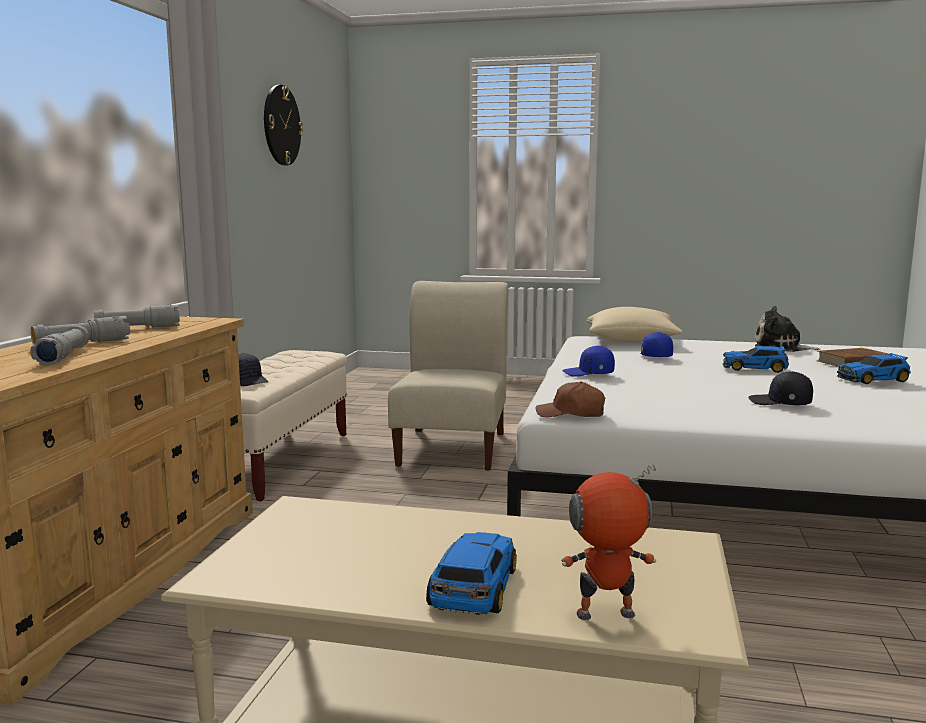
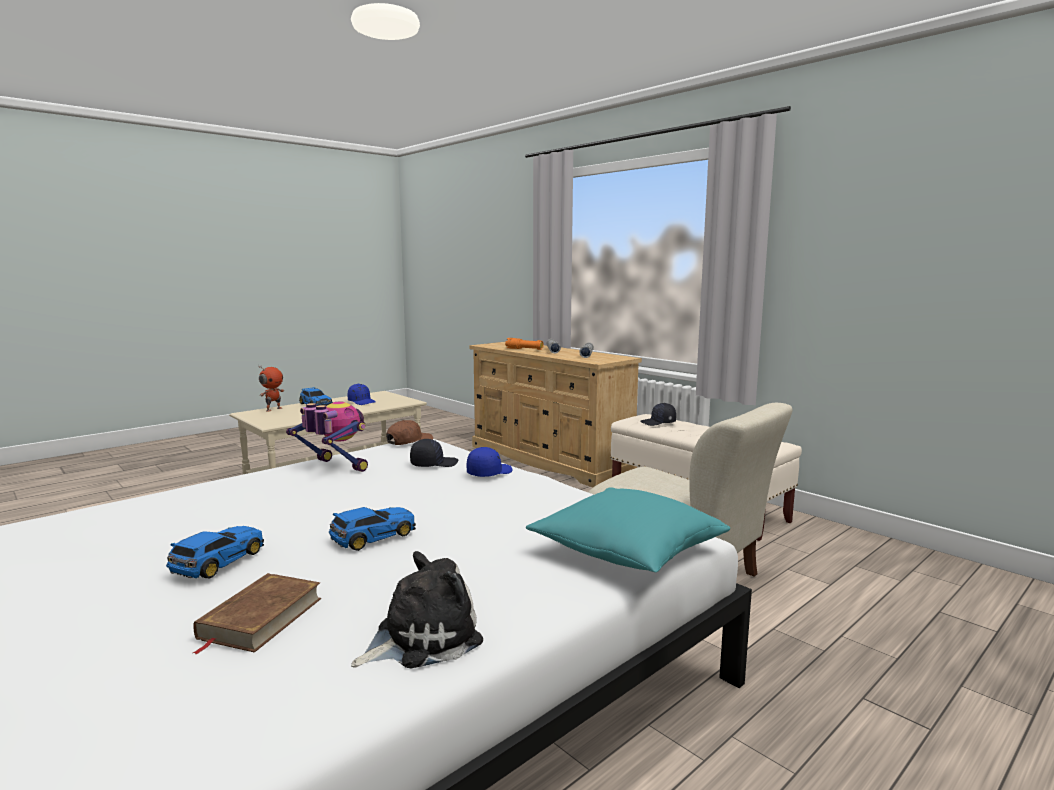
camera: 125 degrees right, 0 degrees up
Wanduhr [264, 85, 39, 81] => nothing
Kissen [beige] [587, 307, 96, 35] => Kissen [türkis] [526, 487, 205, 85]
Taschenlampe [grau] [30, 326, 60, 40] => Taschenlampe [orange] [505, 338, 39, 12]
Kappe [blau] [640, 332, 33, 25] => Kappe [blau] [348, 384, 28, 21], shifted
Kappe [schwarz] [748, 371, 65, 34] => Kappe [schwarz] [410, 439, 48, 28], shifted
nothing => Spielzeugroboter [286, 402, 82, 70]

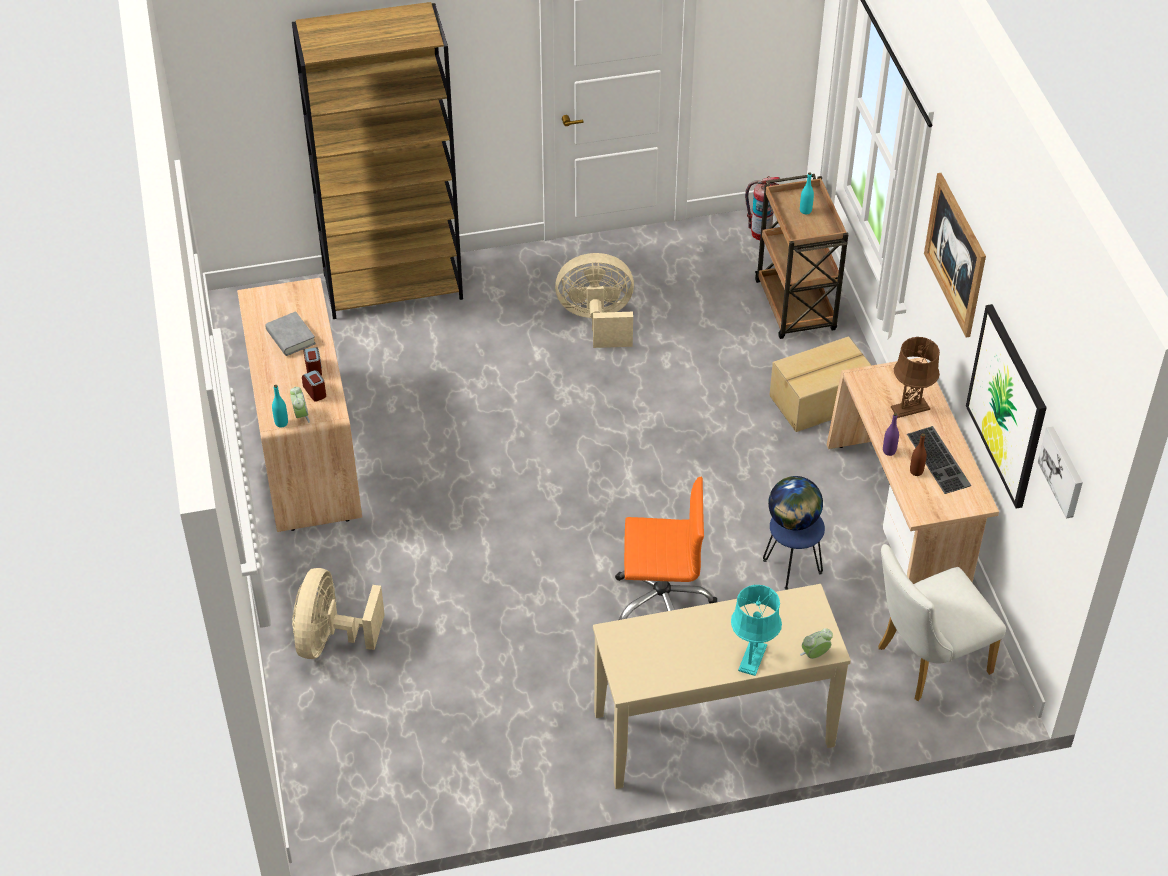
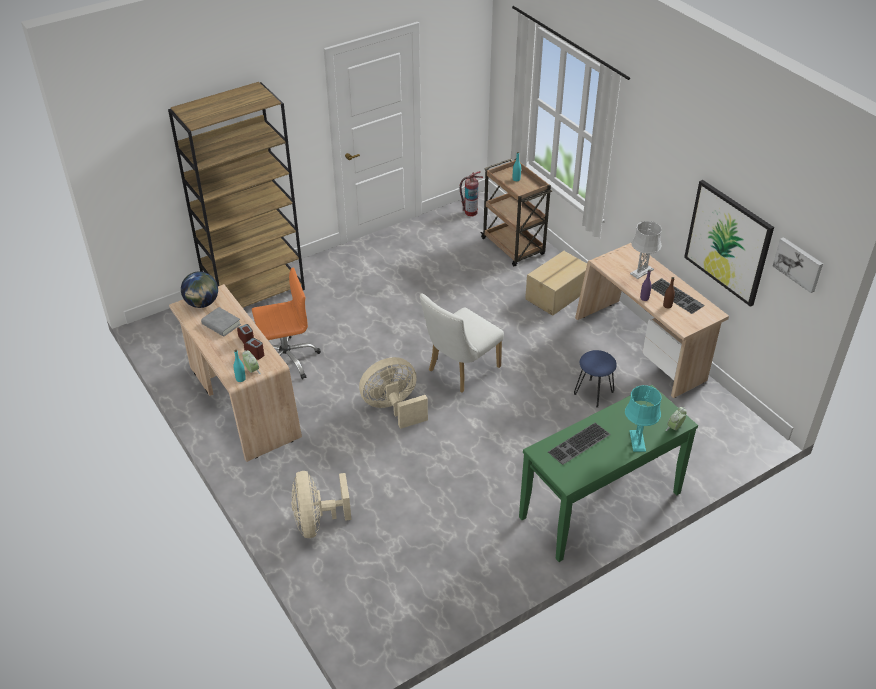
camera: 20 degrees left, 5 degrees down
Bild [924, 173, 62, 165] => nothing
Ventilator [beige] [555, 253, 79, 95] => Ventilator [beige] [359, 357, 69, 72], shifted
Tischlampe [braun] [891, 337, 49, 81] => Tischlampe [grau] [630, 221, 32, 58]
Globus [768, 476, 55, 54] => Globus [181, 271, 37, 37], shifted
Bürostuhl [orange] [615, 477, 102, 143] => Bürostuhl [orange] [252, 267, 69, 112], shifted
Stuhl [weiß] [878, 544, 128, 157] => Stuhl [weiß] [420, 294, 84, 99], shifted
Konsolentisch [beige] [593, 584, 258, 205] => Konsolentisch [grün] [519, 385, 179, 177]
nothing => Tastatur [548, 423, 63, 42]

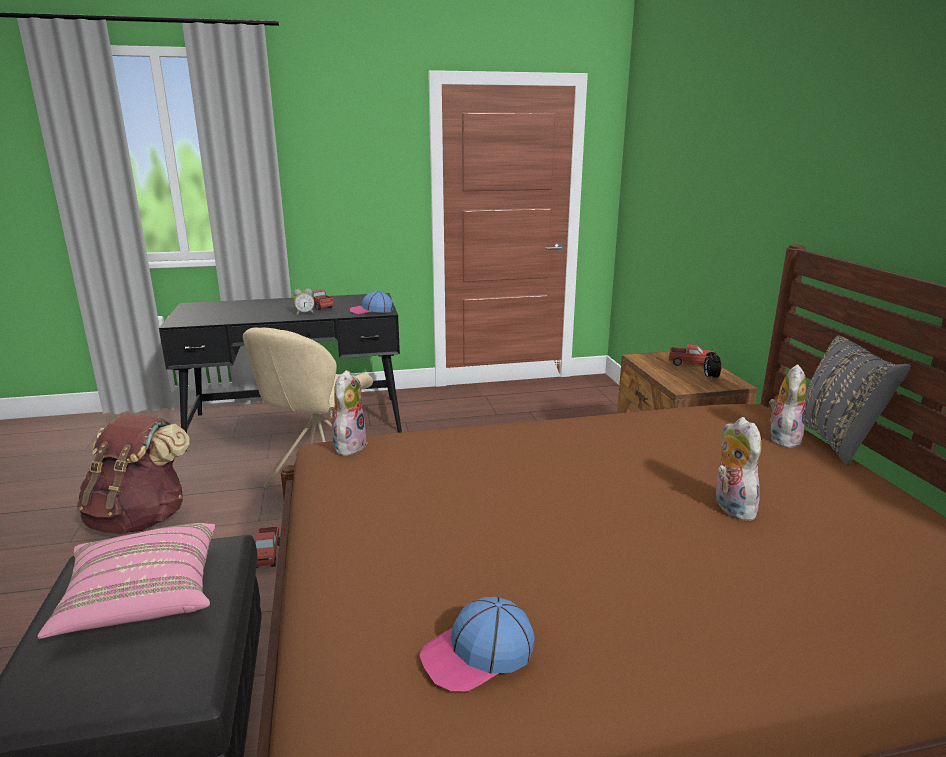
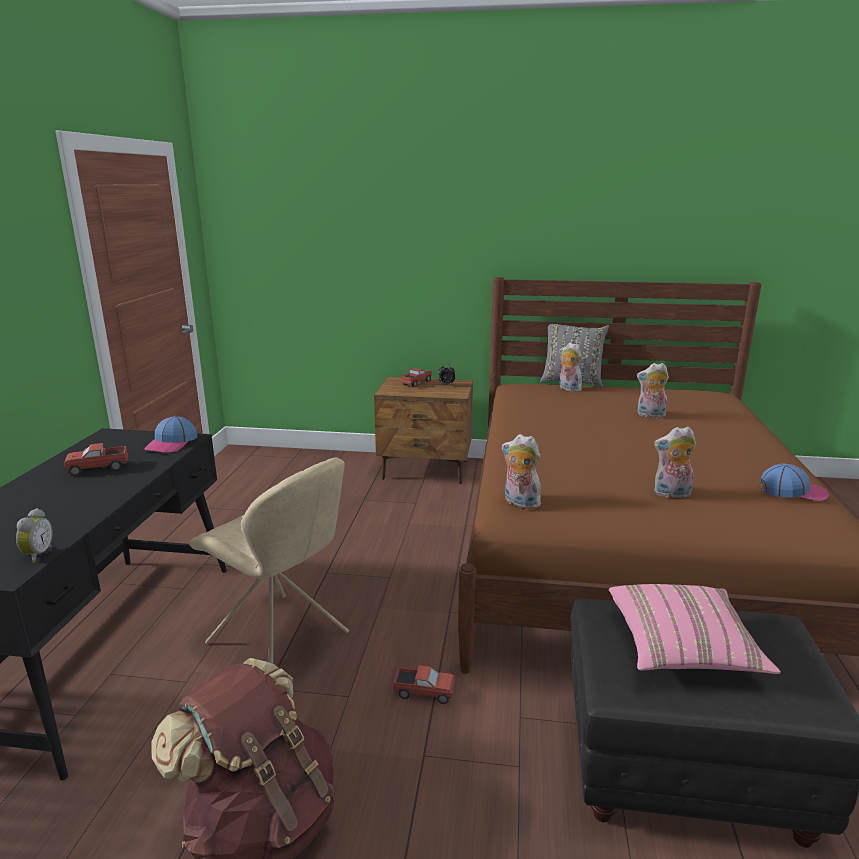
camera: 70 degrees left, 0 degrees up
Wecker [294, 289, 21, 26] => Wecker [16, 508, 37, 55], shifted
Kappe [419, 597, 116, 95] => Kappe [761, 464, 68, 37], 75 degrees counterclockwise
nothing => Plüschtier [654, 427, 42, 71]

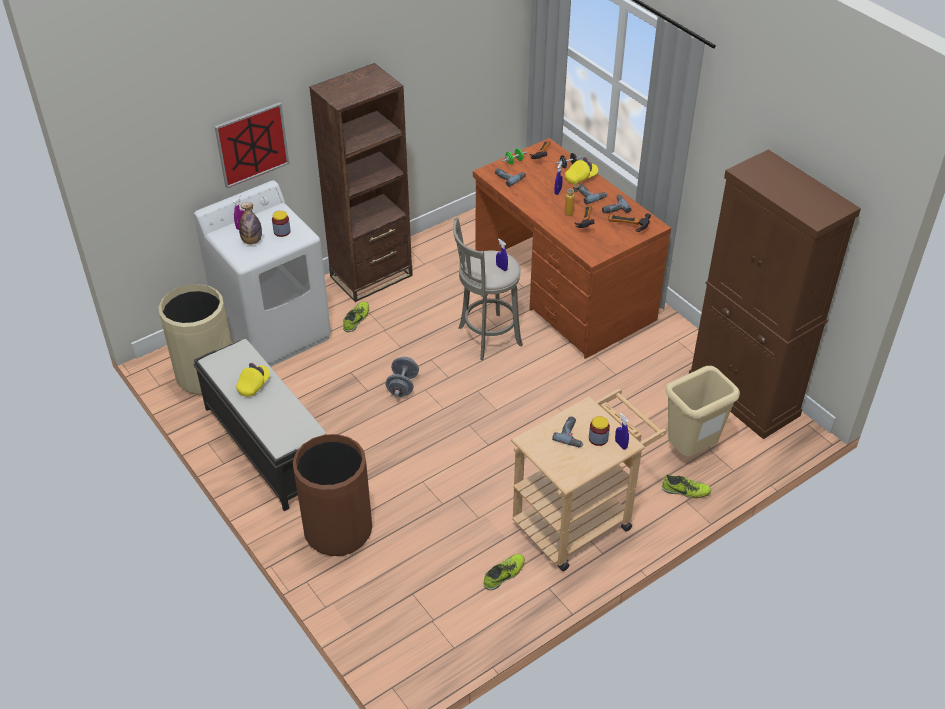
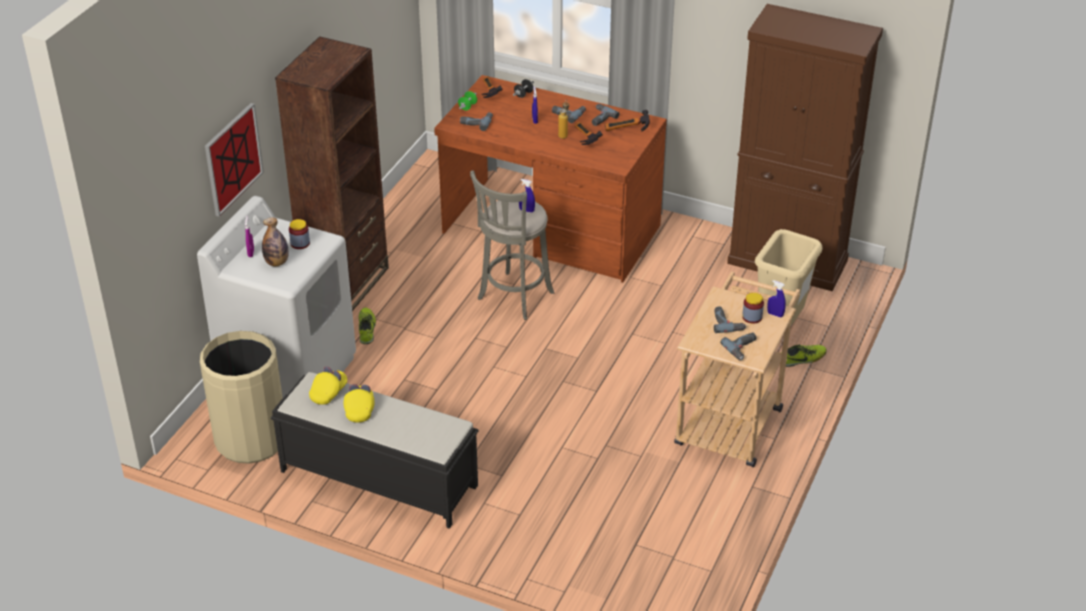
camera: 30 degrees left, 5 degrees down
Kappe [gelb] [565, 157, 33, 27] => Kappe [gelb] [309, 367, 38, 38], shifted
Hantel [grau] [386, 357, 33, 40] => nothing
Mülleimer [braun] [293, 434, 79, 122] => nothing
Schuh [484, 554, 41, 36] => nothing
nothing => Bohrmaschine [720, 333, 36, 27]

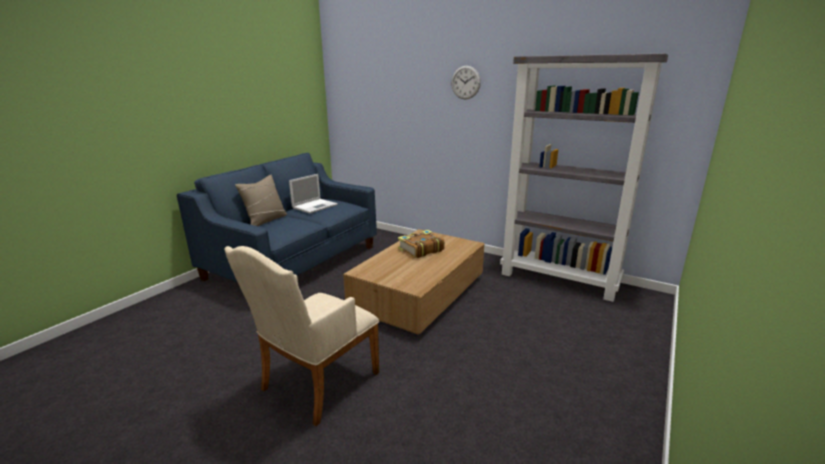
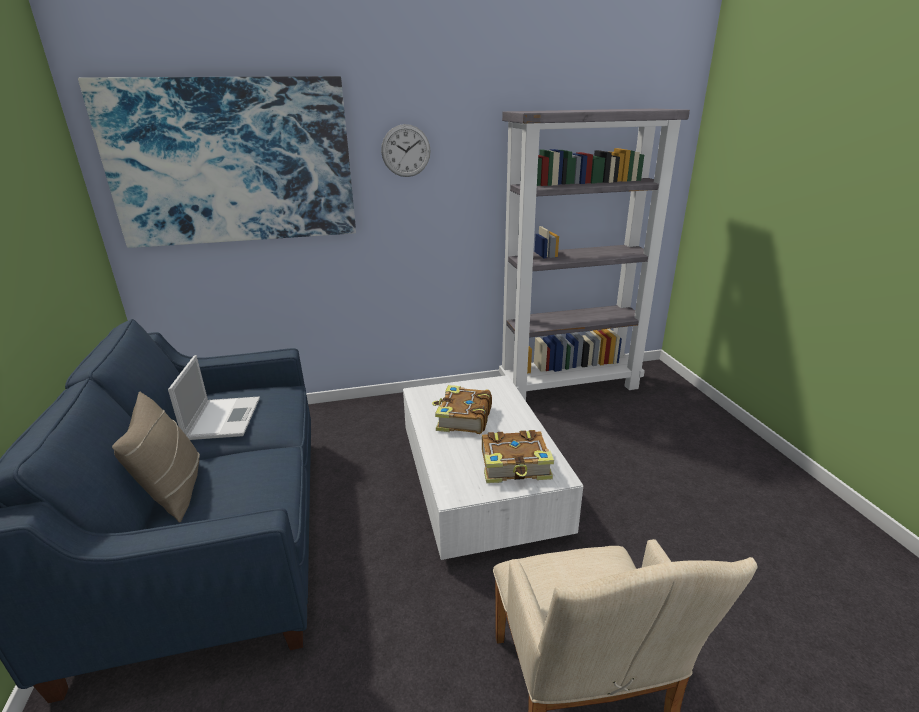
camera: 45 degrees left, 5 degrees up
Couchtisch [braun] [343, 229, 141, 106] => Couchtisch [weiß] [403, 375, 180, 185]
nothing => Bild [78, 76, 278, 172]
nothing => Buch [482, 430, 72, 53]

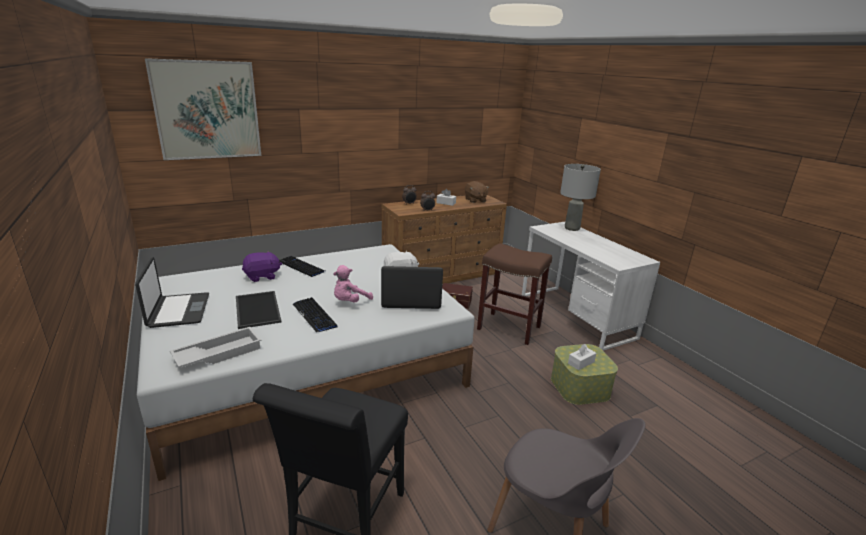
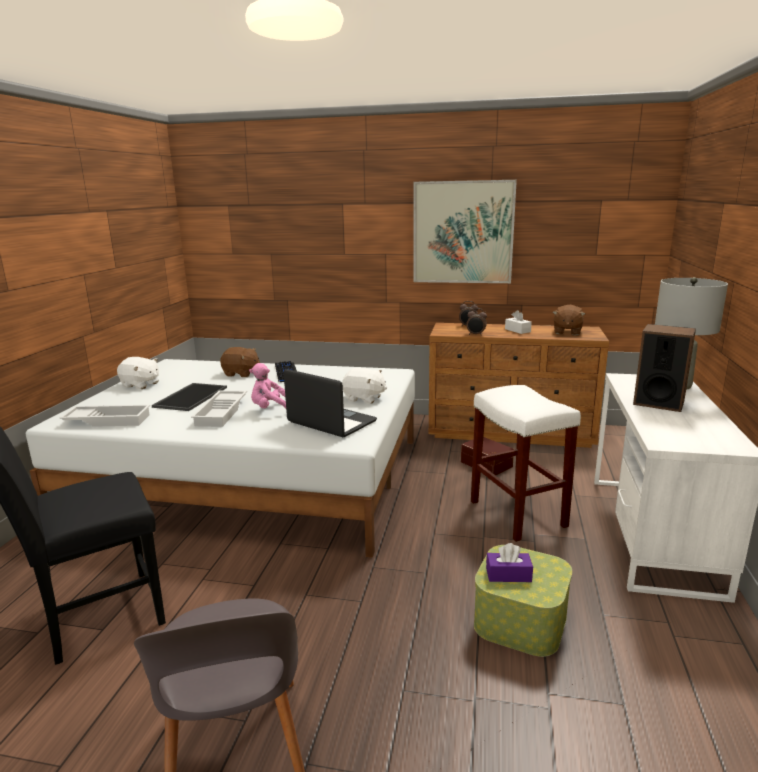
camera: 40 degrees right, 5 degrees down
Bild [145, 58, 116, 102] => Bild [413, 180, 104, 103], shifted
Hocker [braun] [477, 243, 75, 102] => Hocker [weiß] [471, 385, 110, 157]
Plüschtier [lila] [242, 251, 40, 31] => Plüschtier [braun] [220, 347, 40, 30]
Laptop [135, 257, 74, 71] => Plüschtier [weiß] [117, 357, 42, 32]
Tastatur [293, 297, 45, 35] => Tablett [weiß] [191, 391, 56, 36]
Taschentuchbox [weiß] [568, 344, 28, 26] => Taschentuchbox [lila] [486, 543, 47, 39]
nothing => Lautsprecher [633, 324, 63, 88]

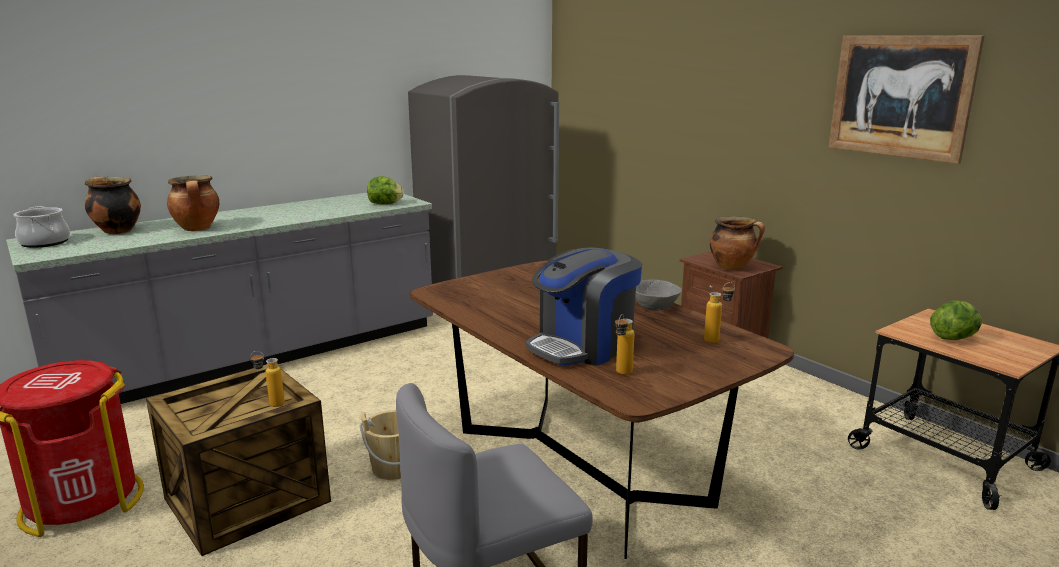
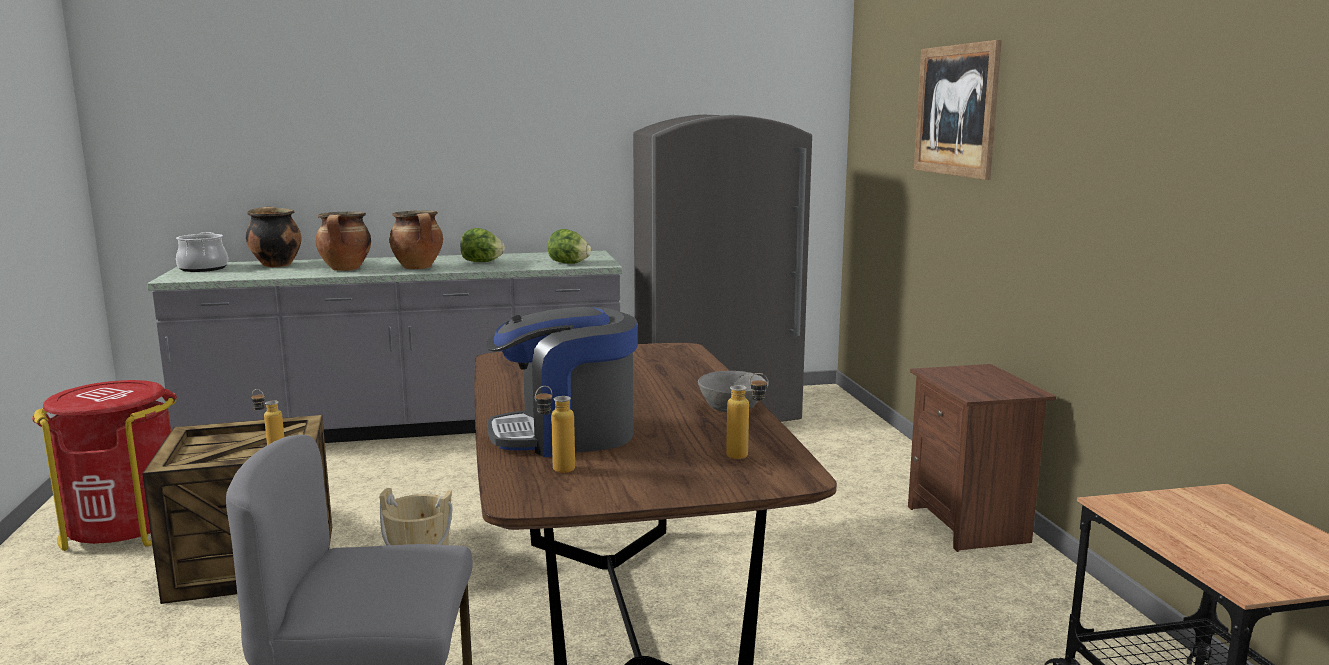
camera: 25 degrees right, 5 degrees down
Bild [829, 35, 156, 129] => Bild [914, 40, 88, 140], shifted
Kochtopf [710, 216, 55, 54] => Kochtopf [389, 210, 54, 59], shifted
Salatkopf [930, 301, 52, 39] => Salatkopf [461, 228, 44, 34], shifted

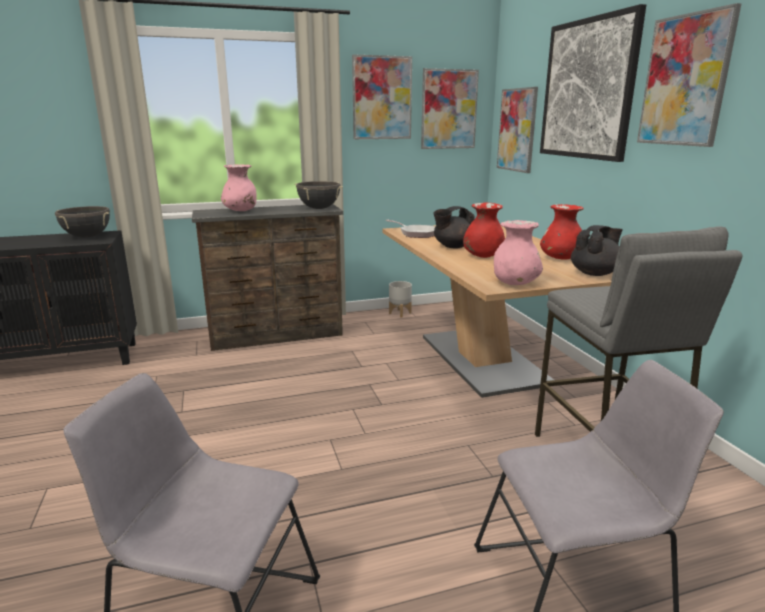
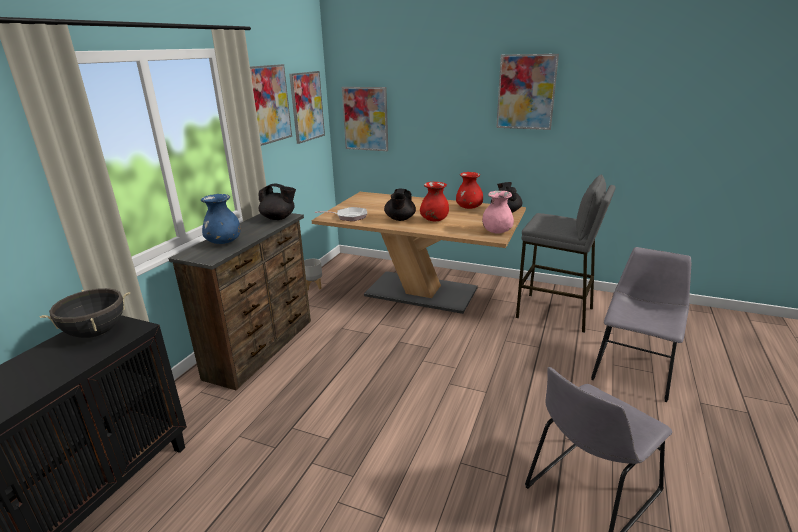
camera: 50 degrees left, 5 degrees up
Bild [540, 4, 106, 158] => nothing
Vase [rosa] [221, 164, 36, 47] => Vase [blau] [201, 194, 40, 50]
Kochtopf [schwarz] [295, 181, 48, 28] => Teekanne [schwarz] [258, 184, 38, 36]

